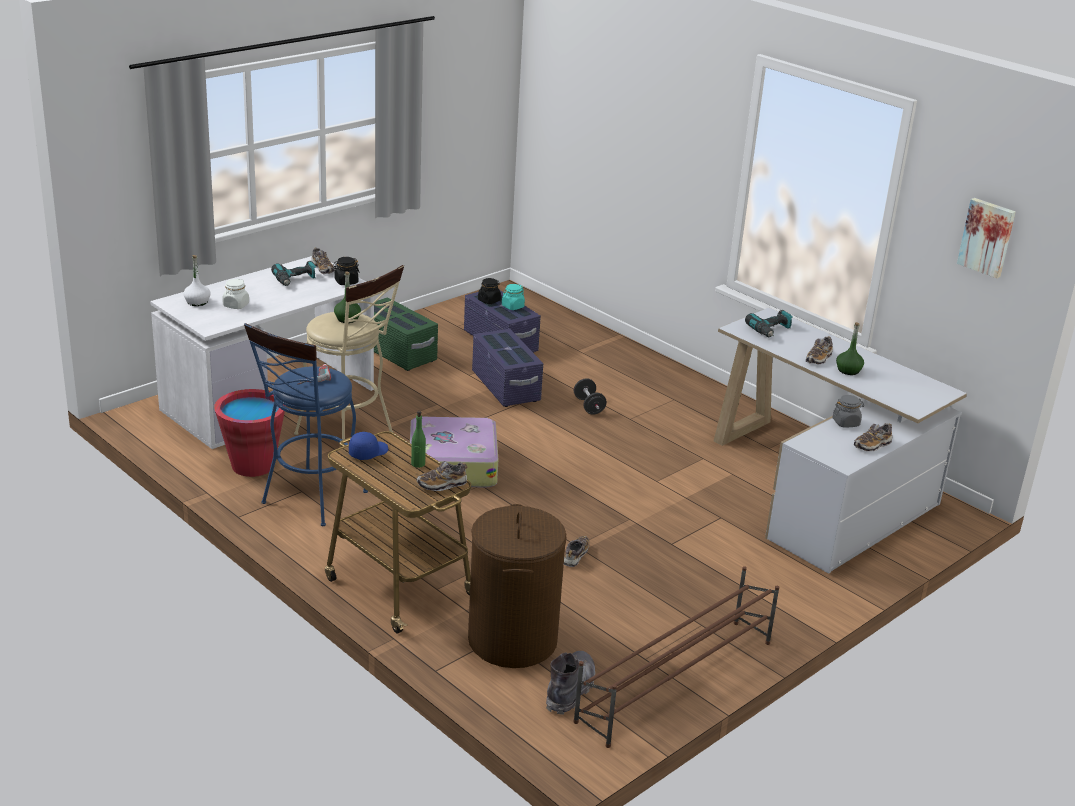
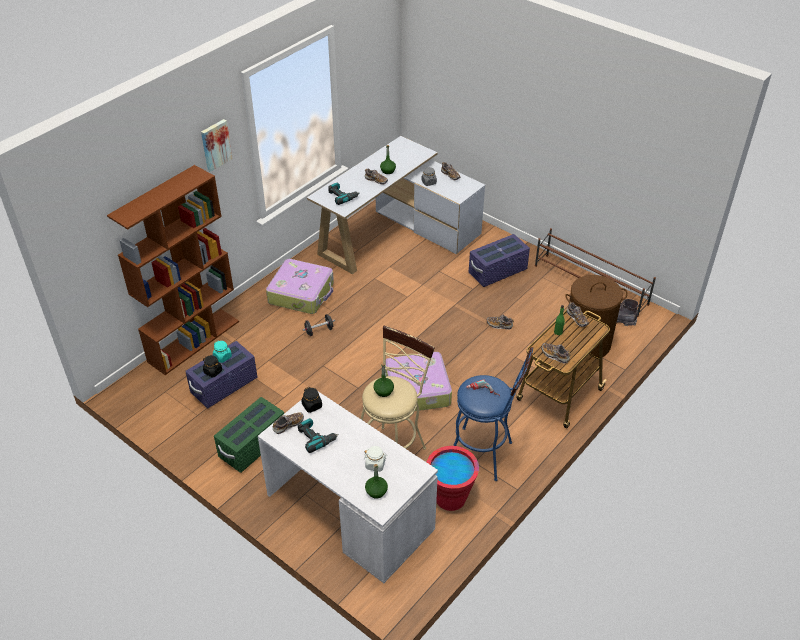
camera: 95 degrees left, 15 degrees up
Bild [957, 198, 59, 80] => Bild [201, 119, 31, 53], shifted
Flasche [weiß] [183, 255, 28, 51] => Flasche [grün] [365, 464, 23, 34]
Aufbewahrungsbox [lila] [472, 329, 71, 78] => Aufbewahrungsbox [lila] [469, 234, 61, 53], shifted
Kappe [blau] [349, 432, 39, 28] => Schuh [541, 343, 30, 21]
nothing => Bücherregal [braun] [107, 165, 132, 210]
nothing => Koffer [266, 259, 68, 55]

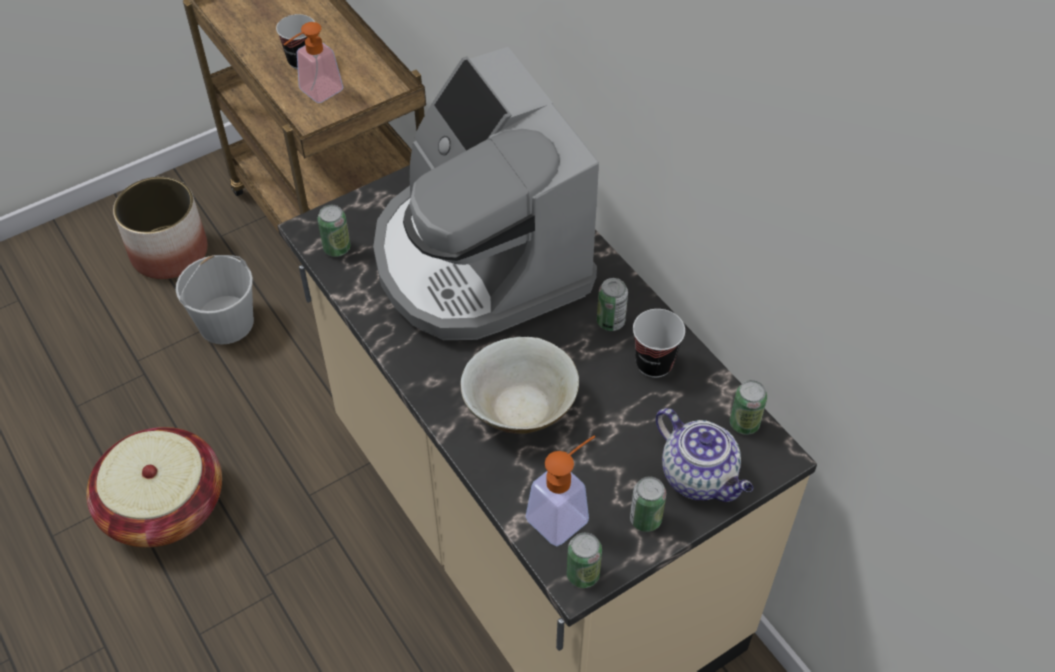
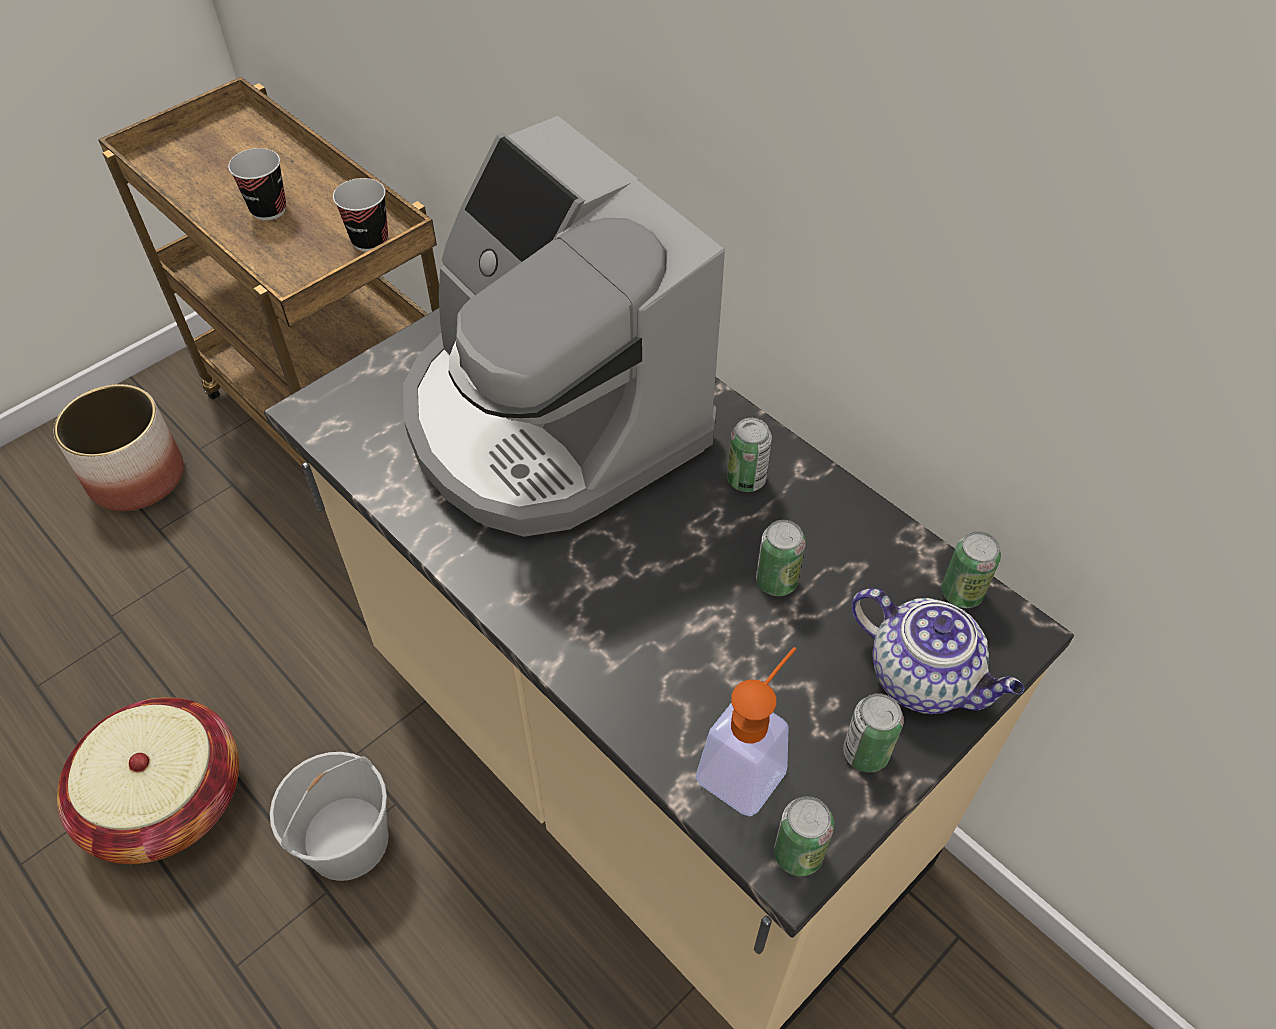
camera: 10 degrees left, 0 degrees up
Seifenspender [283, 22, 60, 81] => nothing
Dose [318, 205, 32, 52] => Dose [756, 520, 50, 76], shifted
Eimer [weiß] [176, 255, 78, 89] => Eimer [weiß] [270, 752, 119, 129], shifted
Tasse [633, 309, 52, 69] => Tasse [333, 178, 55, 74], shifted
Schüssel [beige] [460, 337, 119, 97] => nothing

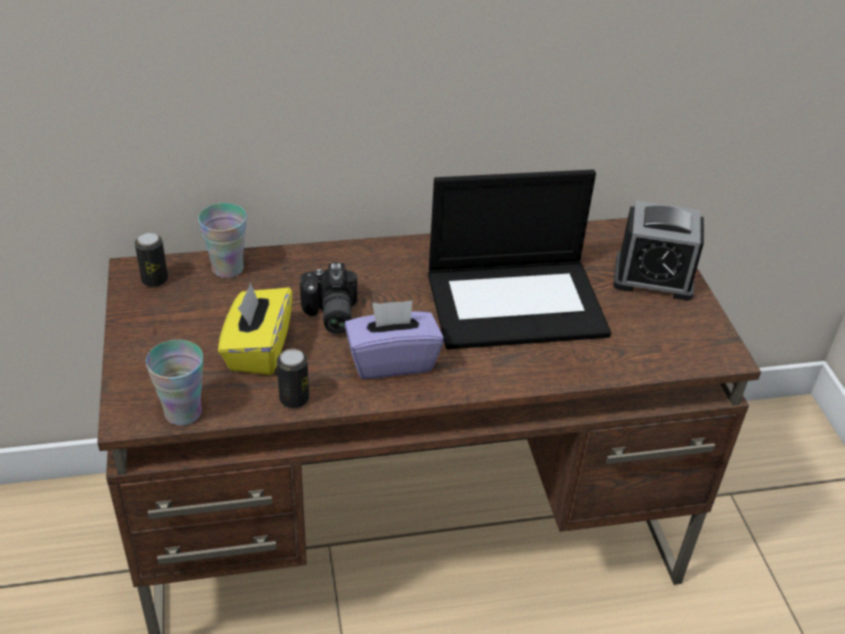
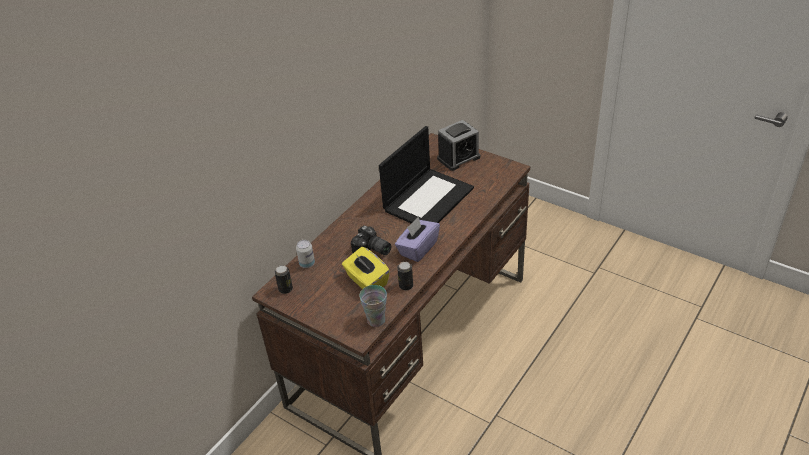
camera: 40 degrees left, 0 degrees up
Tasse [198, 203, 48, 75] => Dose [296, 240, 19, 28]

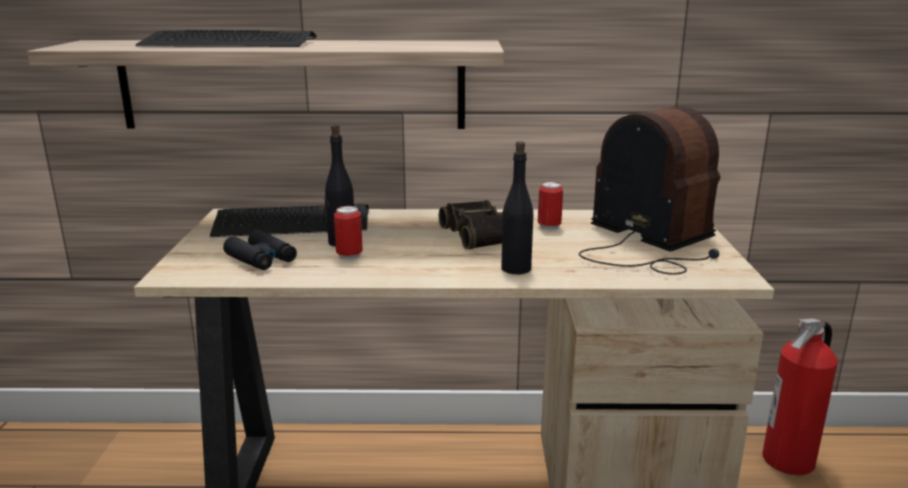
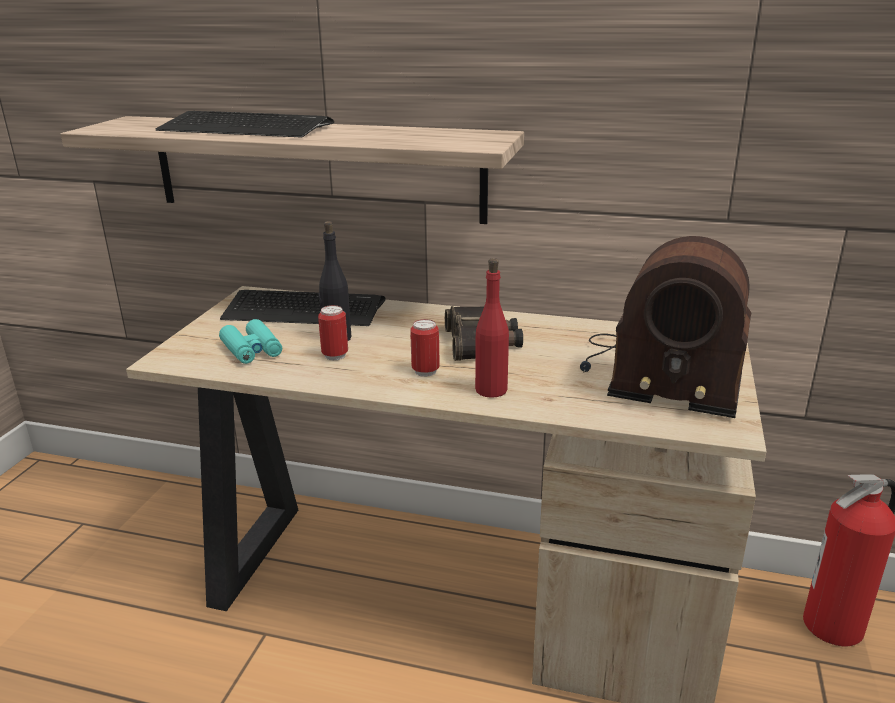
camera: 15 degrees right, 5 degrees up
Radio [579, 106, 142, 169] => Radio [580, 236, 171, 182], 135 degrees clockwise
Flasche [schwarz] [501, 141, 32, 133] => Flasche [rot] [475, 258, 34, 140]
Dose [538, 181, 25, 49] => Dose [410, 319, 30, 58], shifted
Fernglas [schwarz] [223, 230, 74, 40] => Fernglas [türkis] [219, 319, 63, 45]

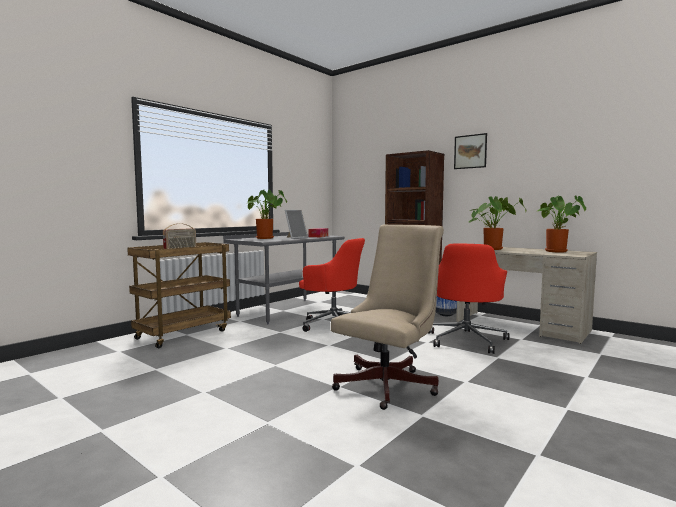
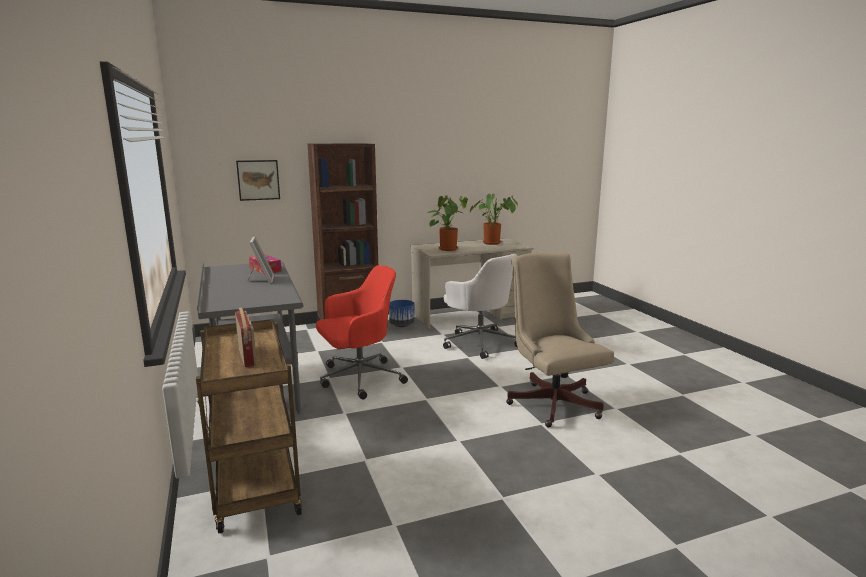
camera: 60 degrees left, 10 degrees up
Bild [454, 133, 33, 36] => Bild [236, 160, 44, 41], shifted
Topfpflanze [248, 189, 39, 50] => nothing
Bürostuhl [rot] [428, 244, 81, 110] => Bürostuhl [weiß] [443, 254, 74, 105]

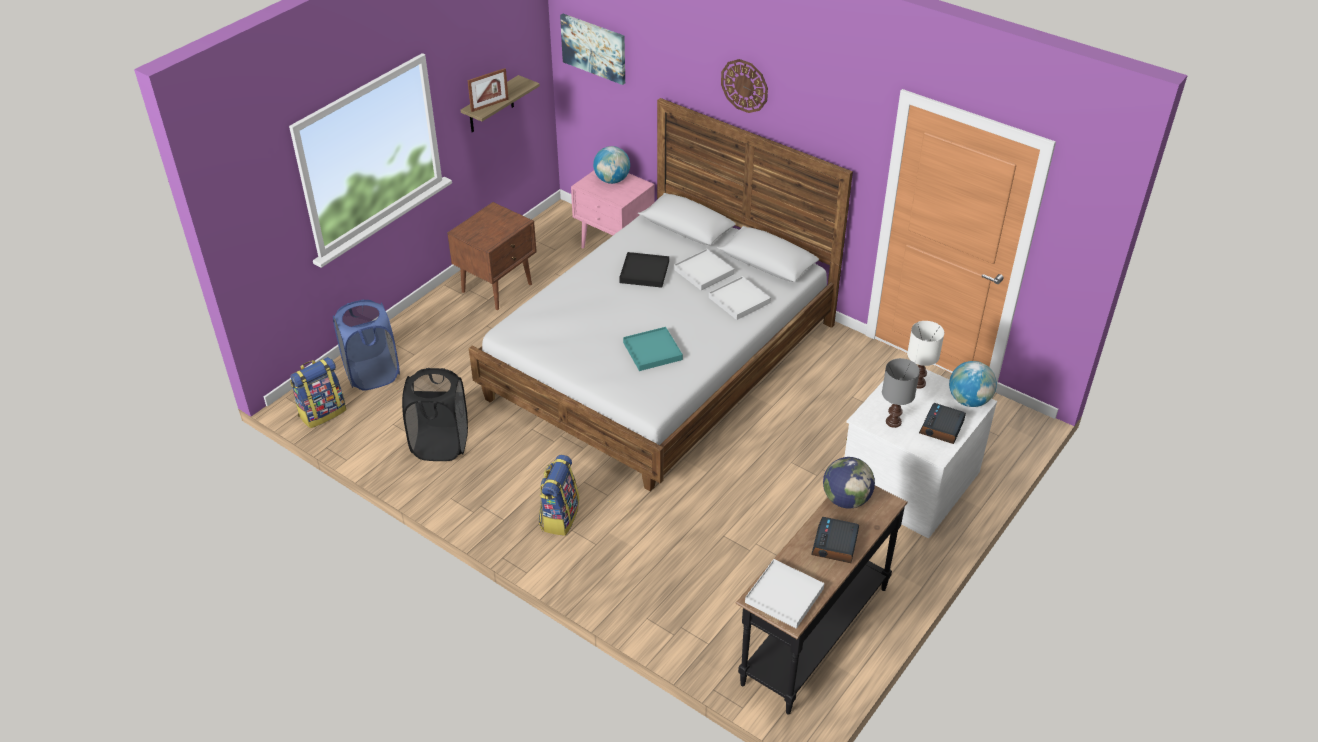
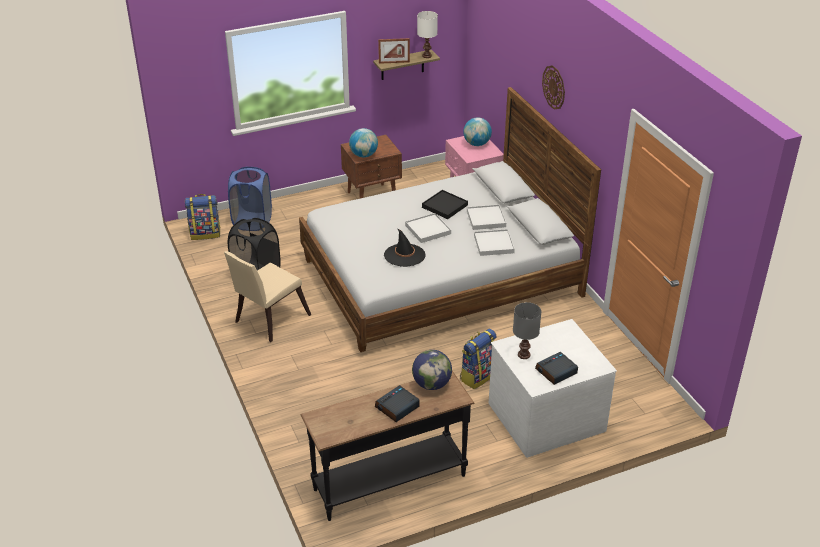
camera: 30 degrees right, 5 degrees down
Bild [560, 14, 65, 71] => nothing
Tischlampe [weiß] [907, 321, 37, 68] => Tischlampe [weiß] [417, 11, 21, 47], shifted
Tablett [türkis] [623, 327, 60, 44] => Hut [schwarz] [384, 228, 41, 39]
Globus [949, 361, 48, 46] => Globus [349, 128, 29, 29], shifted
Rucksack [539, 455, 40, 81] => Rucksack [460, 329, 36, 60], shifted
Tablett [weiß] [745, 559, 80, 70] => Tablett [weiß] [405, 213, 46, 30], shifted
nothing => Stuhl [beige] [224, 251, 87, 91]

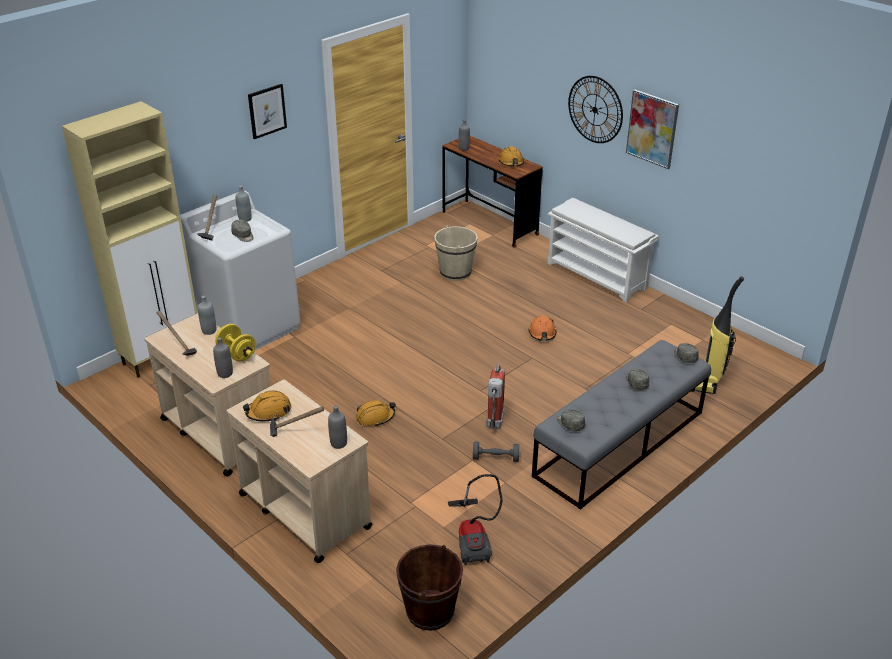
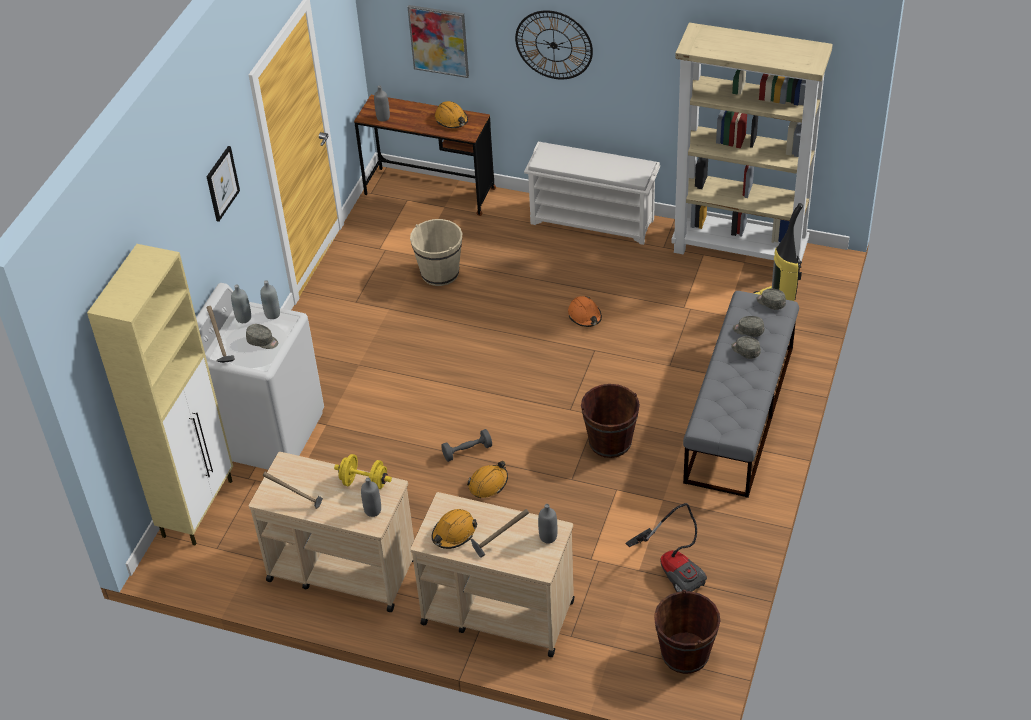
camera: 25 degrees left, 10 degrees up
Bild [626, 90, 53, 79] => Bild [407, 5, 62, 73], shifted
Flasche [grau] [198, 296, 18, 39] => Flasche [grau] [260, 280, 20, 39], shifted
Feuerlöscher [486, 364, 19, 65] => Eimer [braun] [581, 384, 59, 74]
Kappe [grau] [557, 409, 28, 23] => Kappe [grau] [733, 316, 31, 21], shifted
Hantel [grau] [473, 441, 46, 21] => Hantel [grau] [441, 429, 51, 33], shifted
nothing => Bücherregal [beige] [671, 23, 162, 243]

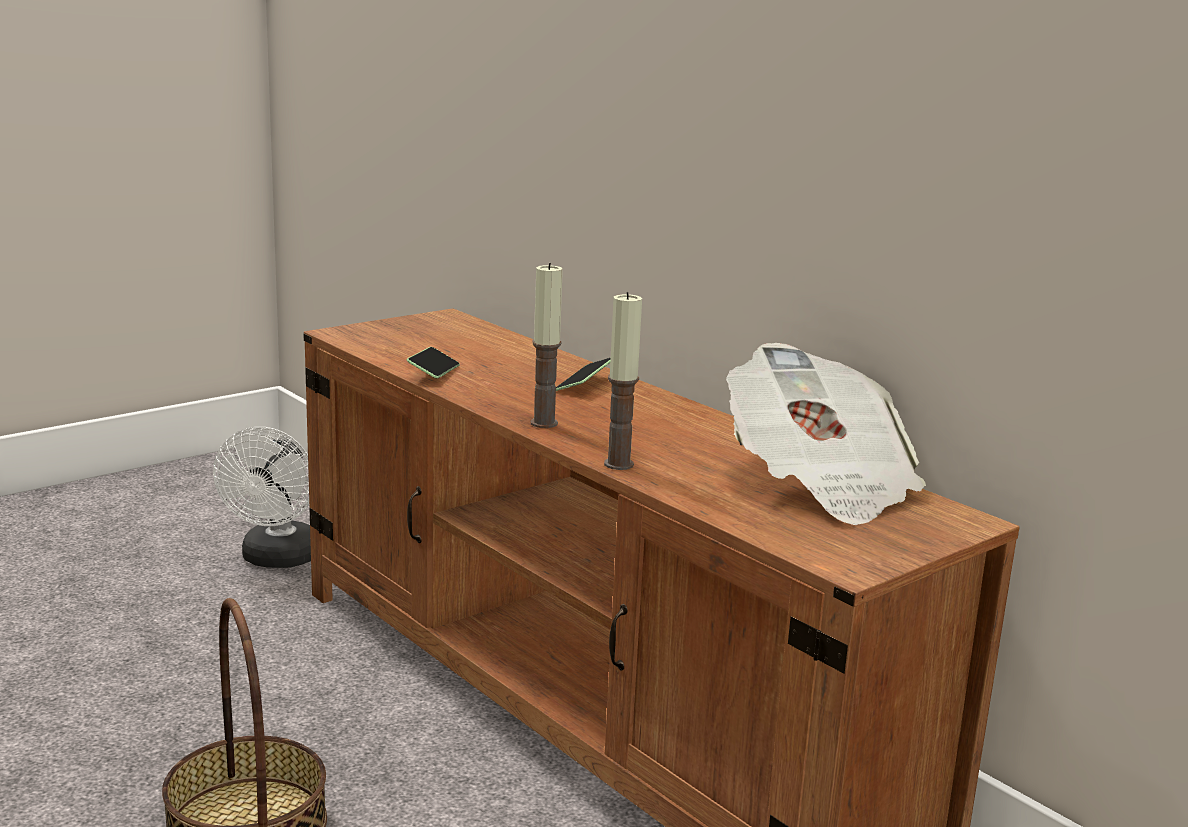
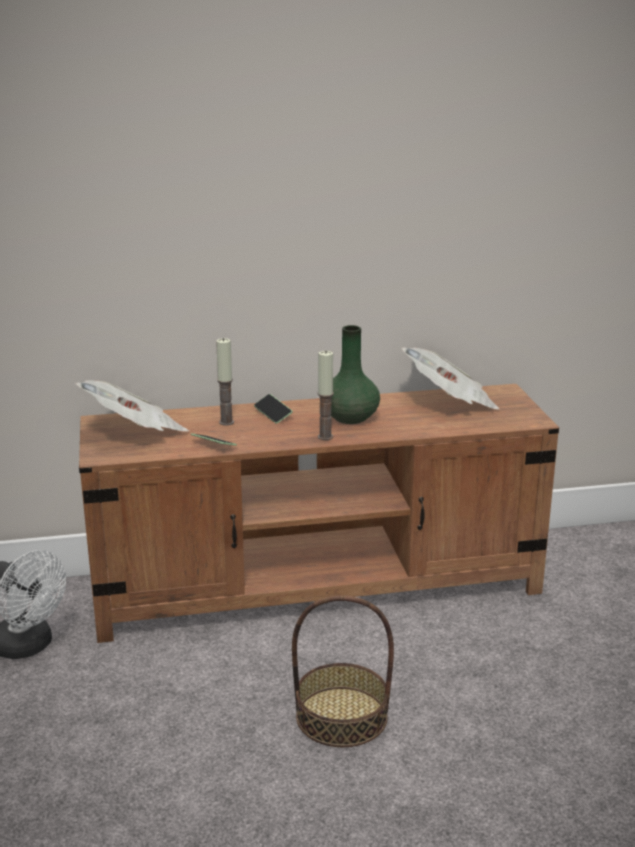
camera: 60 degrees left, 5 degrees up
Kerze [604, 292, 38, 178] => Kerze [216, 338, 18, 87], shifted
nothing => Vase [grün] [331, 325, 49, 99]
nothing => Zeitung [75, 380, 115, 52]

